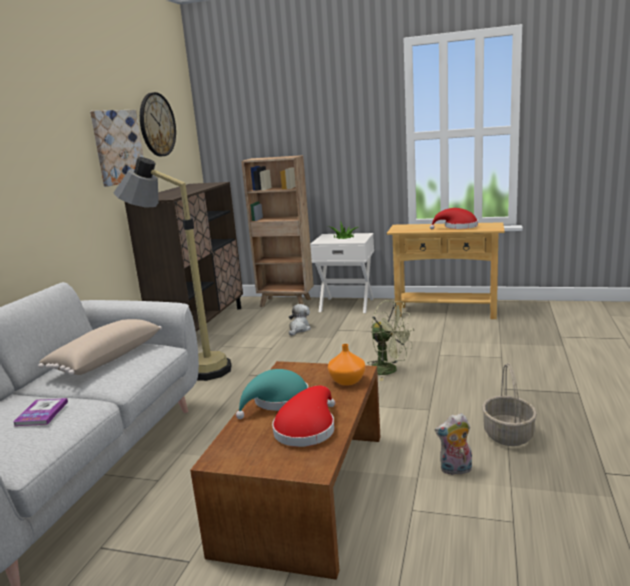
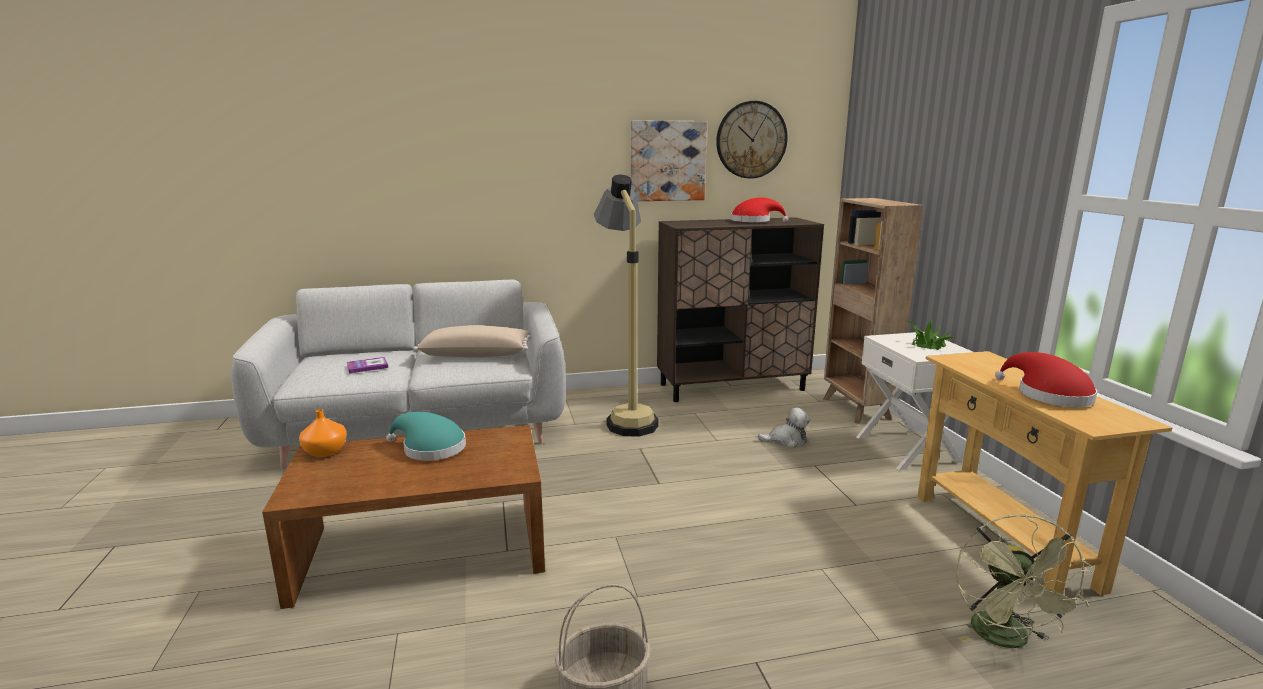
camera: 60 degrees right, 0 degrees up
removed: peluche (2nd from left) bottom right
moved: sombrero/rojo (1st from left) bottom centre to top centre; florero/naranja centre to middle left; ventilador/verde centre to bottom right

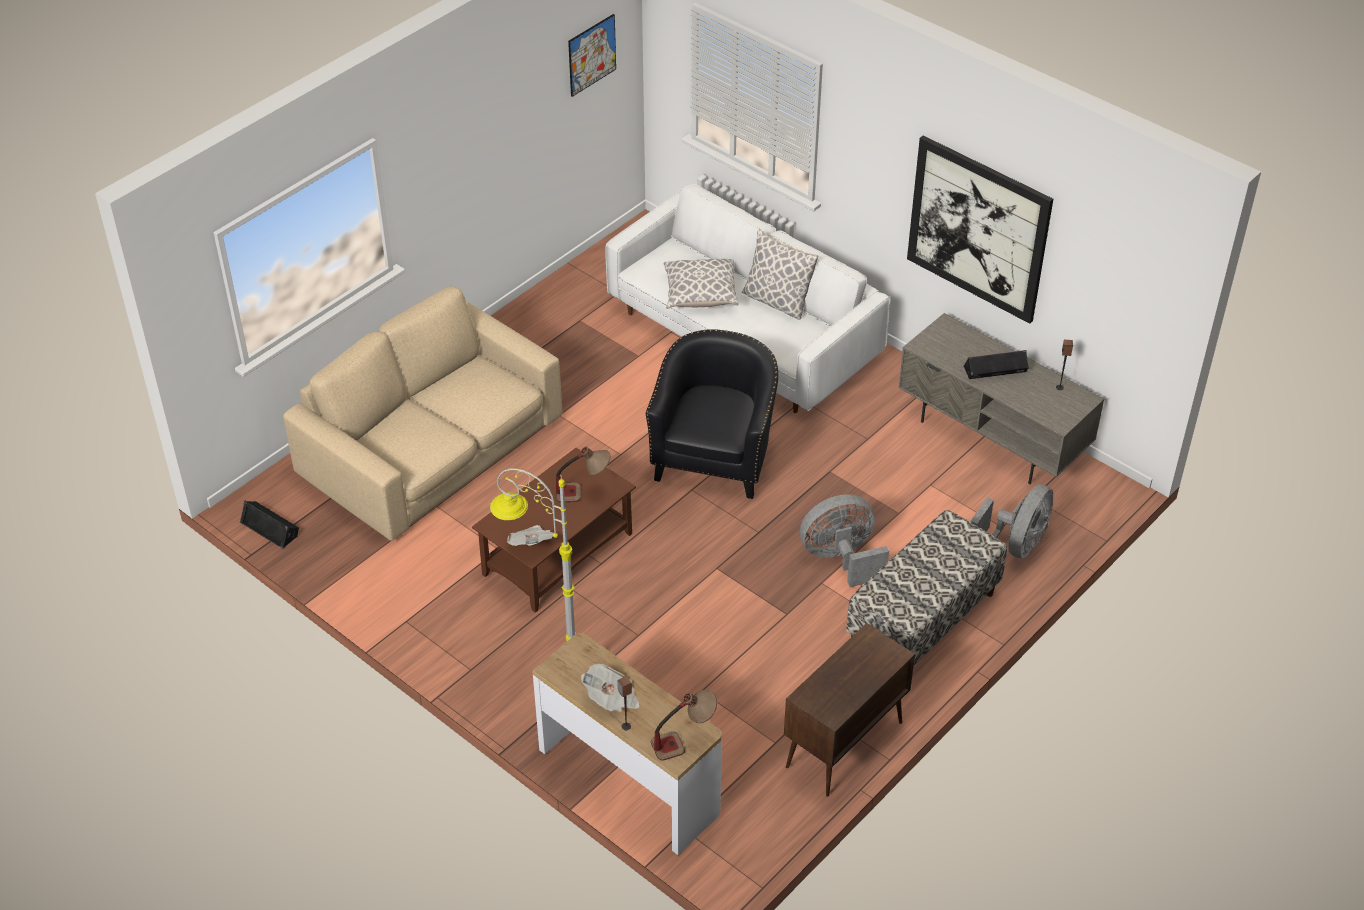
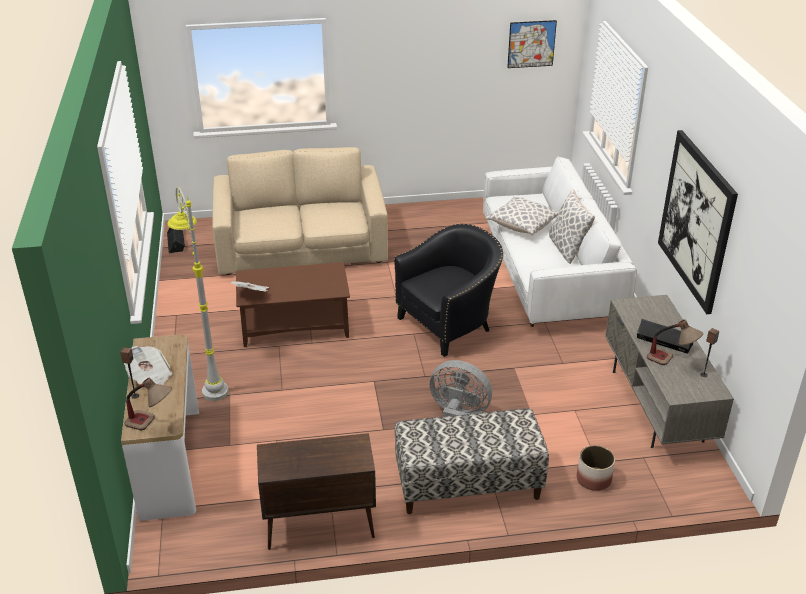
camera: 40 degrees right, 10 degrees down
moved: lámpara de mesa (1st from left in the first image) centre to lámpara de mesa (2nd from left) middle right
replaced: ventilador/gris (2nd from left) middle right to maceta bottom right

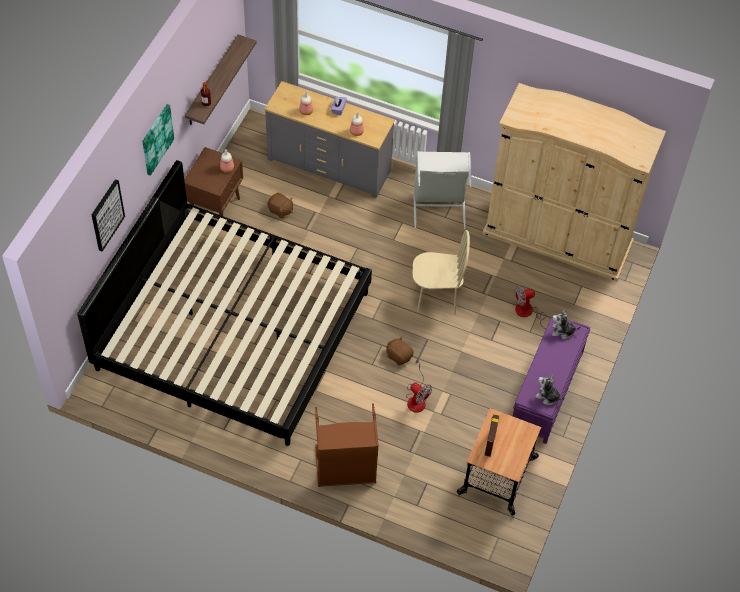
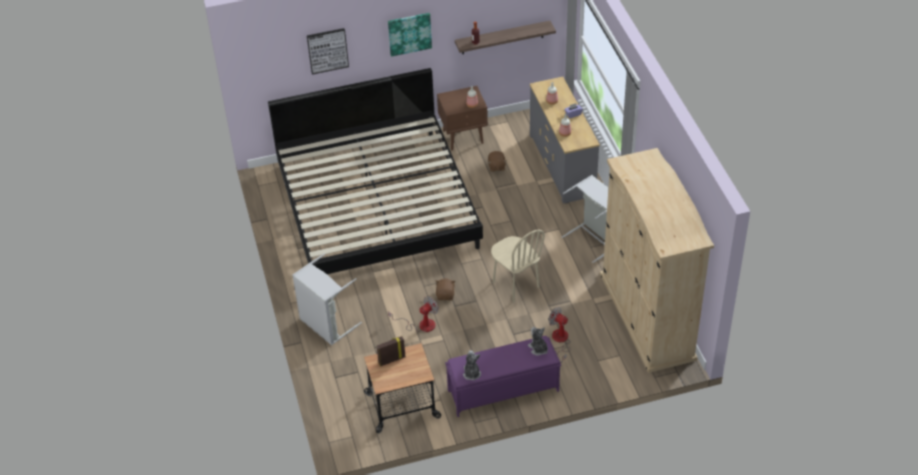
camera: 55 degrees right, 10 degrees down
recoloured: cesto de la ropa/marrón bottom centre to cesto de la ropa/gris (1st from left) centre
turned: ventilador (1st from left) centre = centre 135 degrees counterclockwise

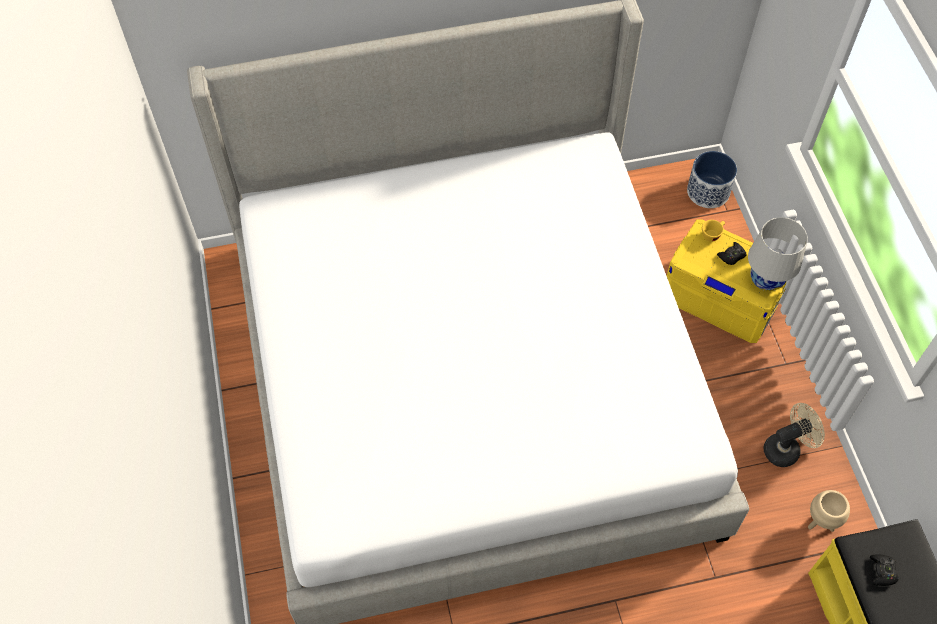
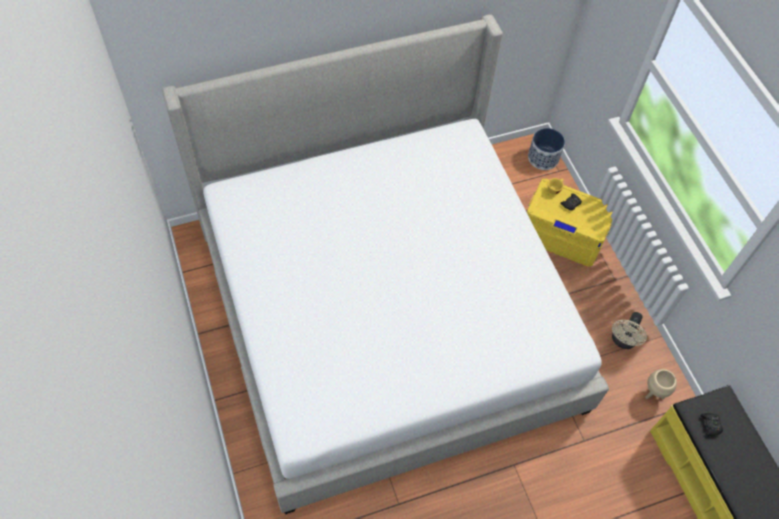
camera: 10 degrees left, 0 degrees up
removed: lámpara de mesa/blanco middle right
turned: ventilador/beis bottom right = middle right 150 degrees clockwise

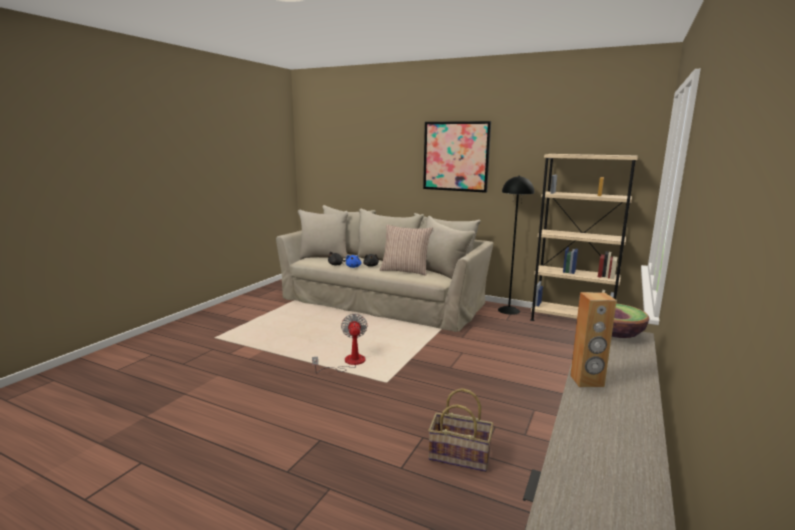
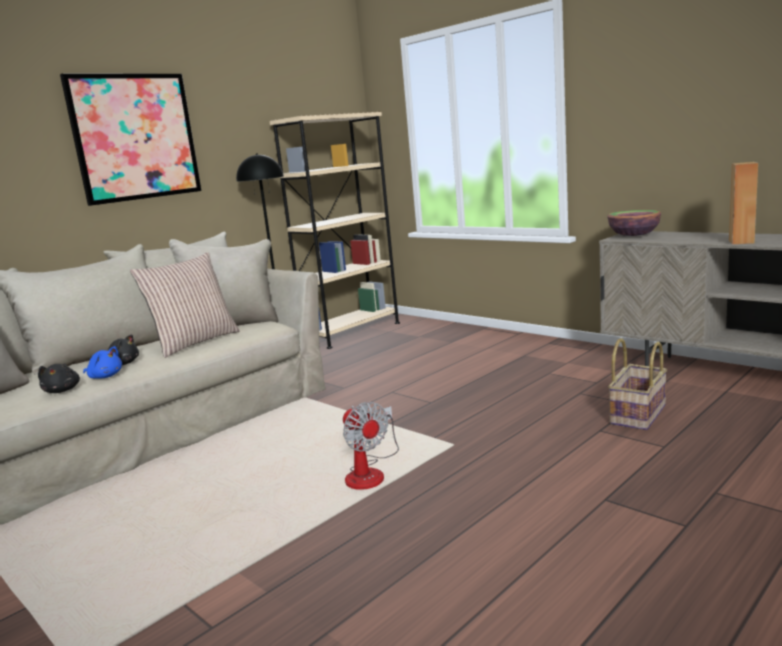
camera: 70 degrees left, 0 degrees up
turned: ventilador centre = bottom centre 135 degrees counterclockwise

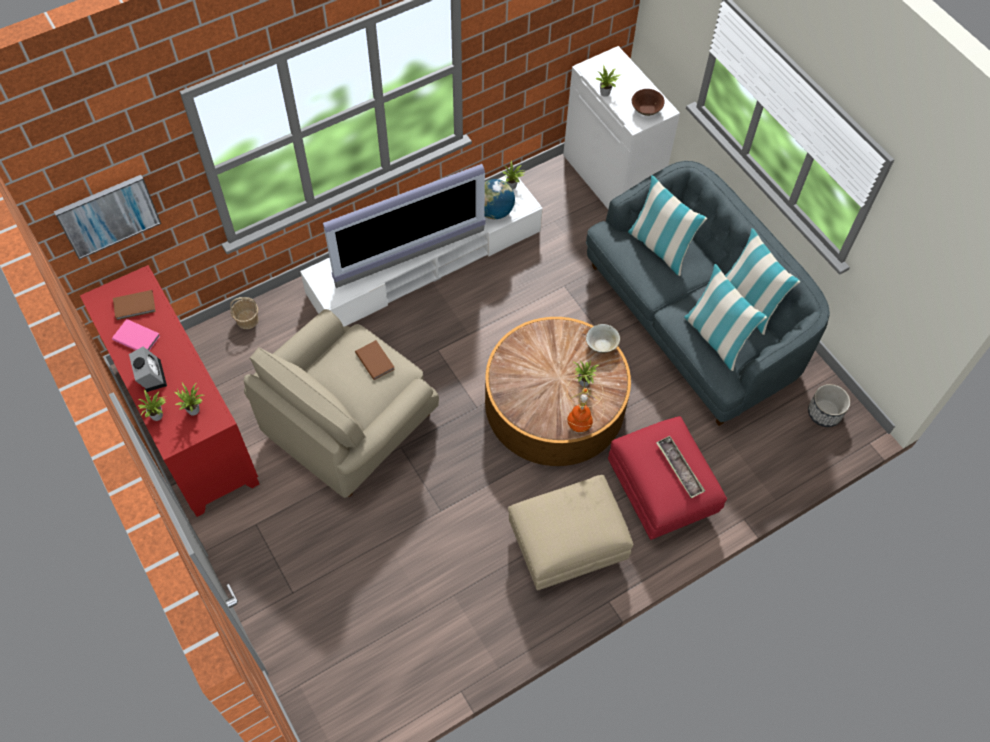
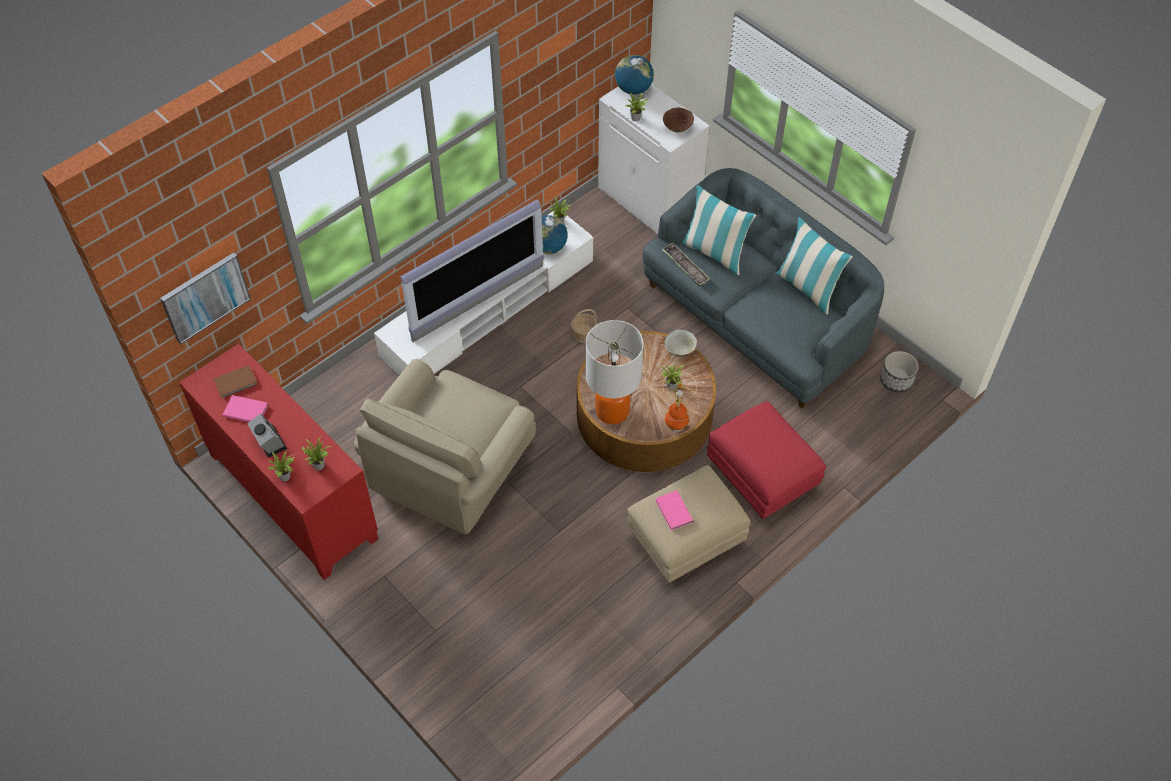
camera: 10 degrees left, 5 degrees down
removed: libro/marrón (2nd from left) centre; cojín (2nd from left) middle right
added: lámpara de mesa (1st from left) centre; globo terráqueo (2nd from left) top centre; libro/rosa (2nd from left) centre
moved: cesta middle left to centre; bandeja middle right to centre

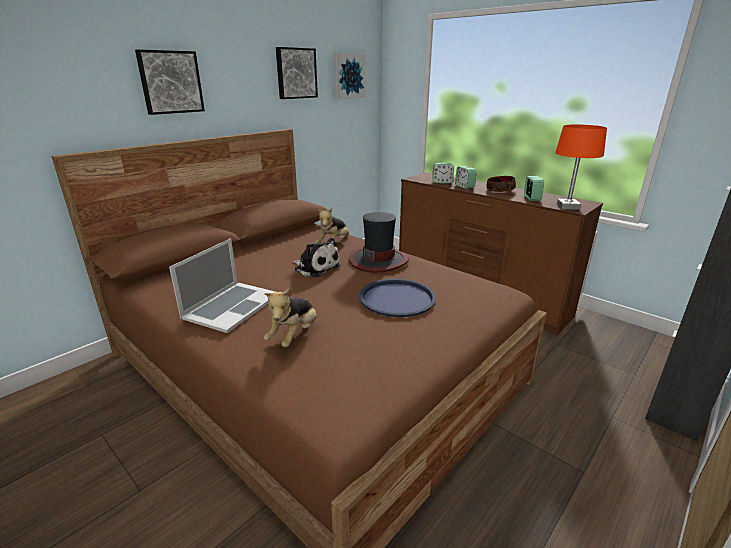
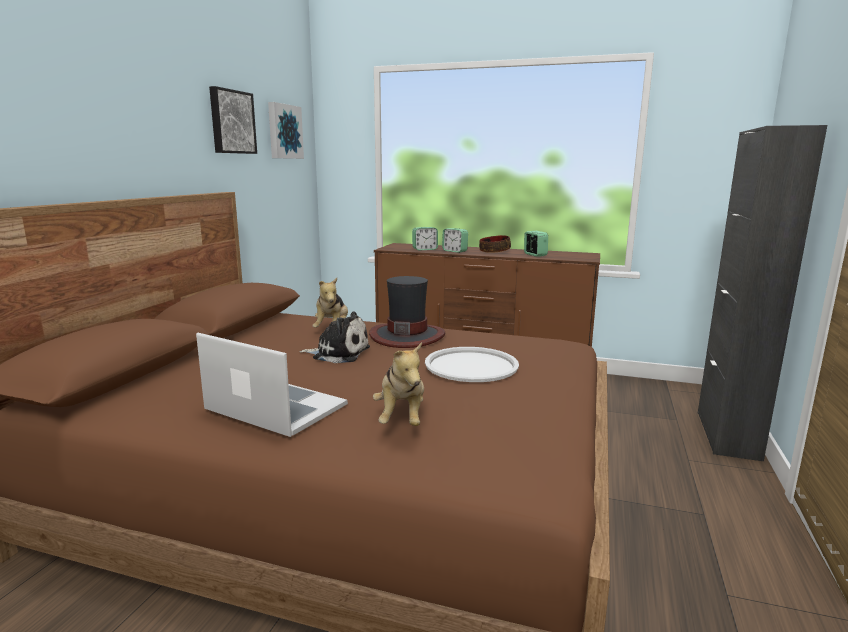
camera: 25 degrees left, 10 degrees down
removed: cuadro (1st from left) top left; lámpara de mesa/naranja top right
recoloured: bandeja/azul centre to bandeja/blanco centre
turned: portátil middle left = middle left 60 degrees counterclockwise

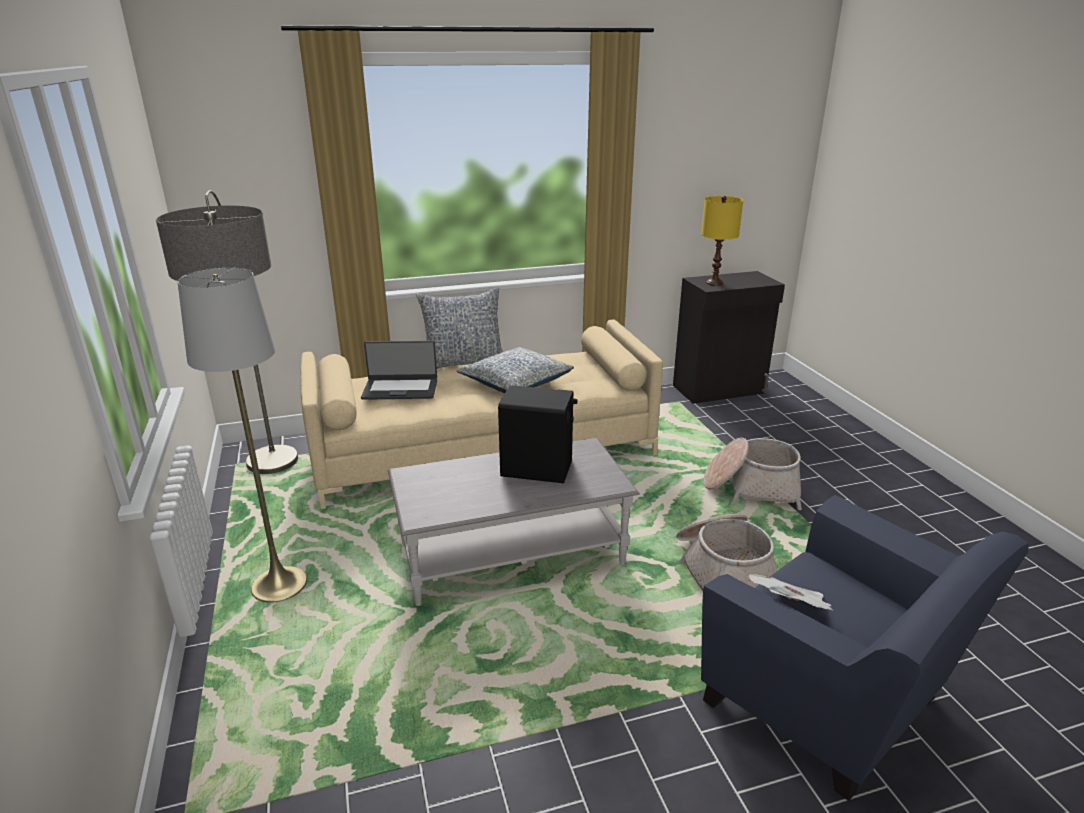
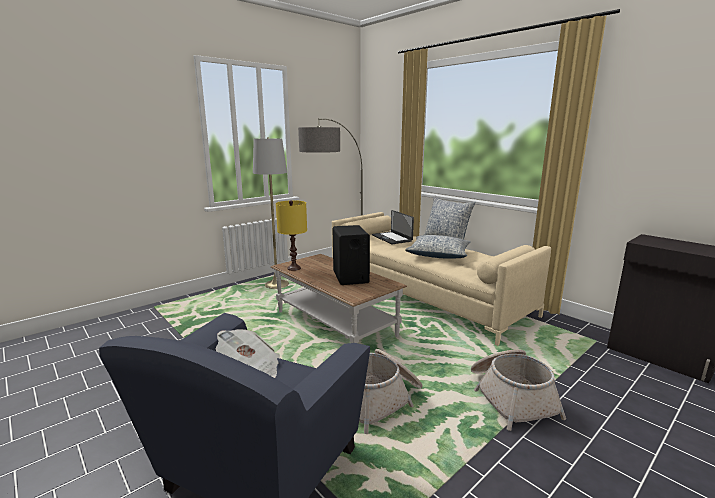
camera: 65 degrees right, 10 degrees down
moved: lámpara de mesa/amarillo top centre to centre
recoloured: mesa de centro/gris centre to mesa de centro/marrón centre

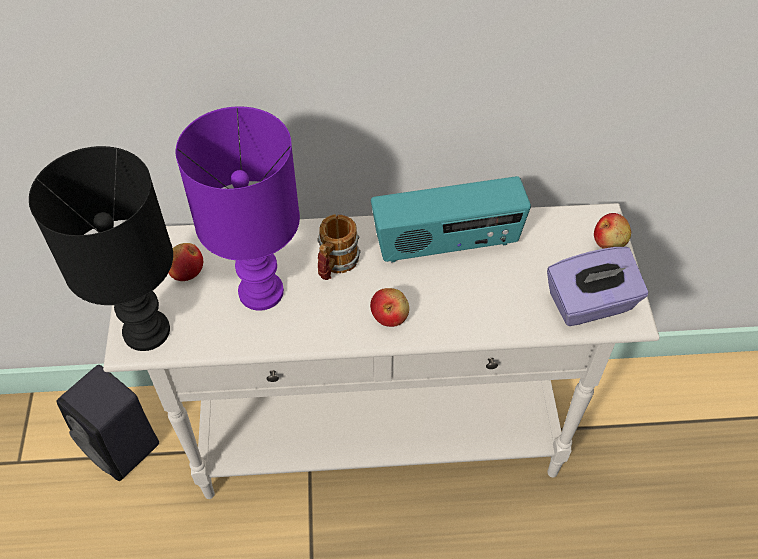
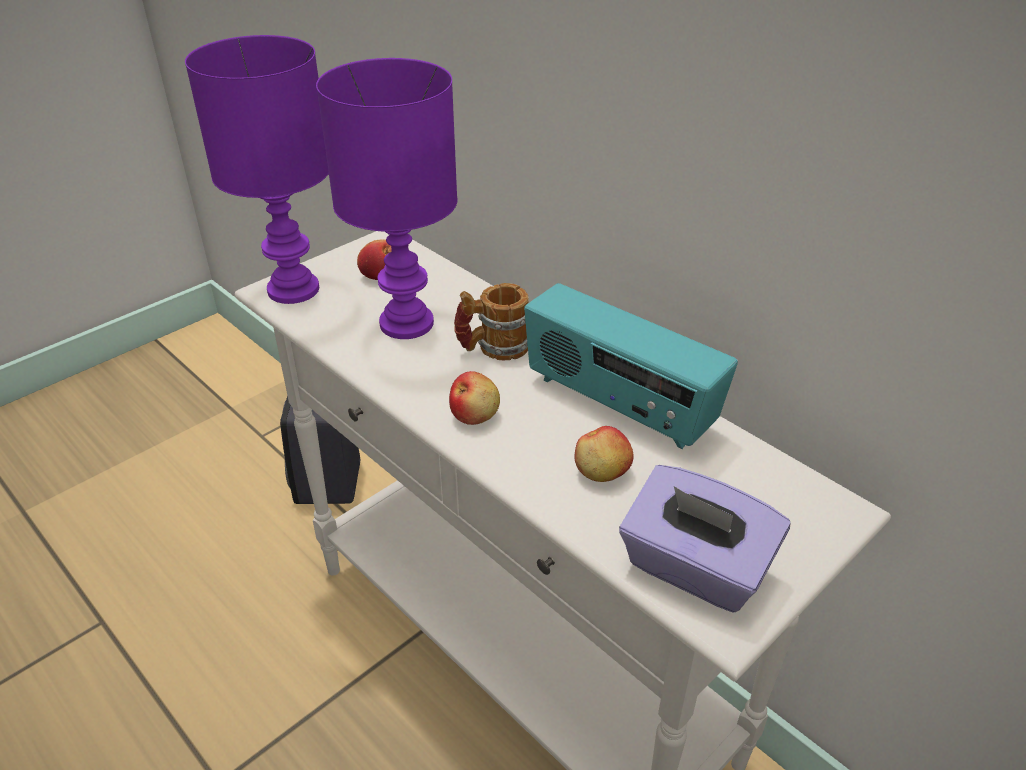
camera: 50 degrees right, 15 degrees down
moved: manzana (3rd from left) middle right to centre
recoloured: lámpara de mesa/negro middle left to lámpara de mesa/morado (1st from left) top left

